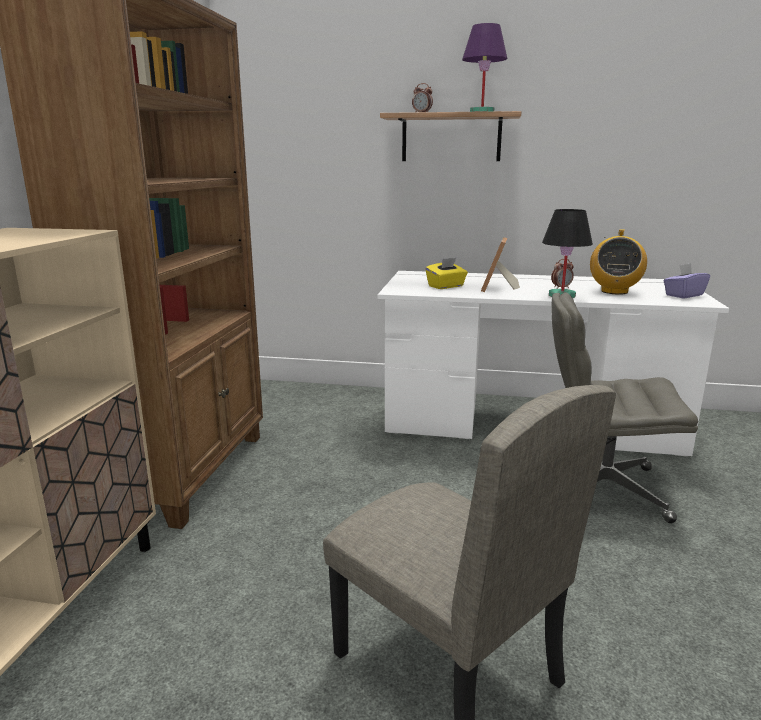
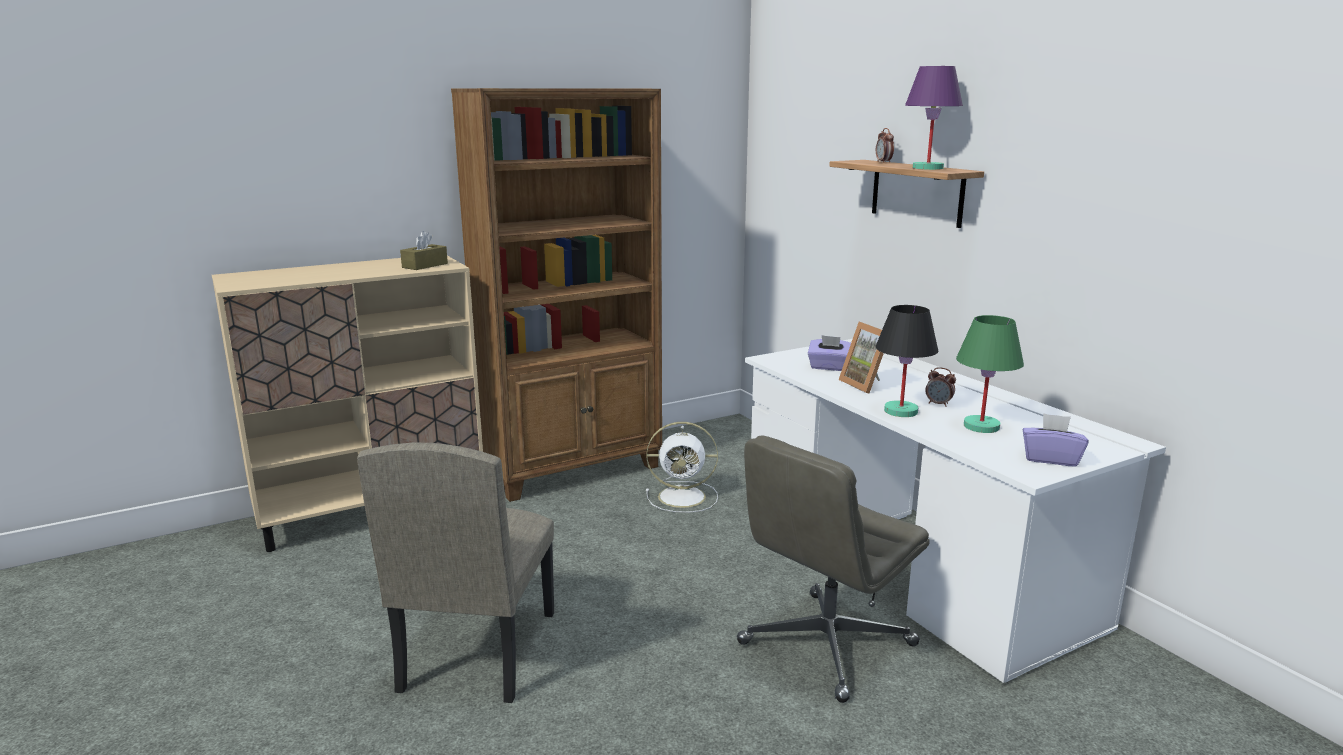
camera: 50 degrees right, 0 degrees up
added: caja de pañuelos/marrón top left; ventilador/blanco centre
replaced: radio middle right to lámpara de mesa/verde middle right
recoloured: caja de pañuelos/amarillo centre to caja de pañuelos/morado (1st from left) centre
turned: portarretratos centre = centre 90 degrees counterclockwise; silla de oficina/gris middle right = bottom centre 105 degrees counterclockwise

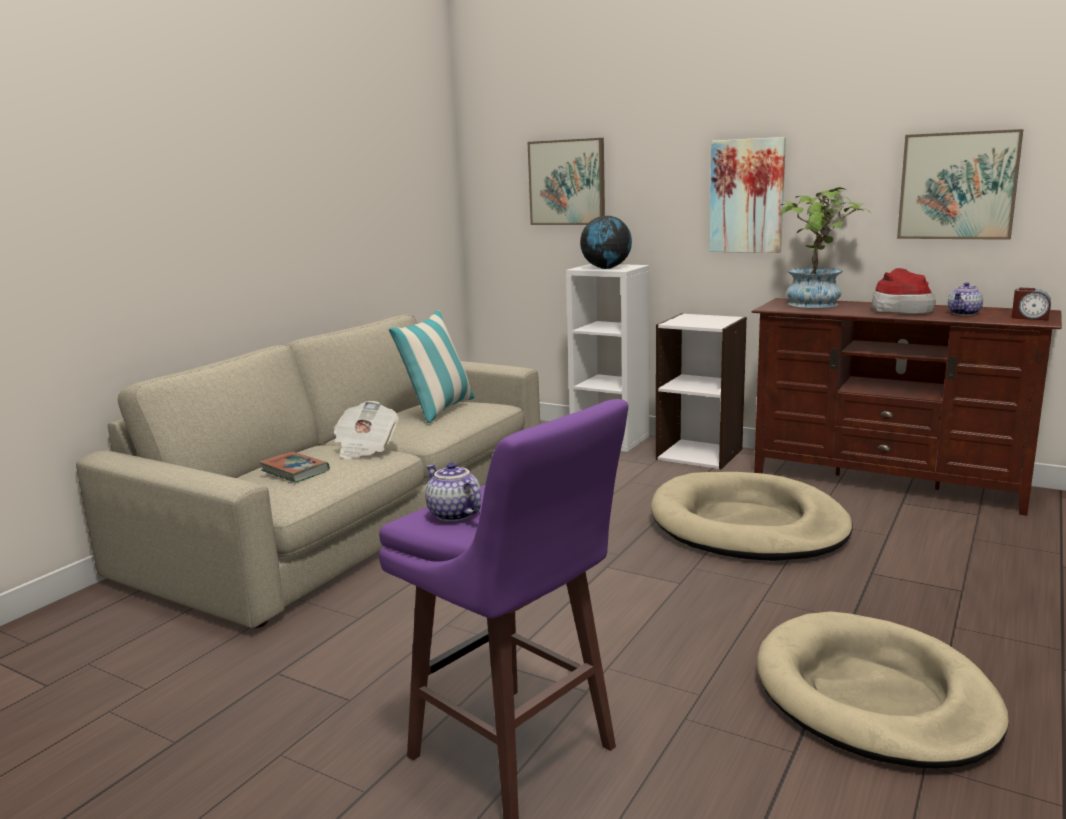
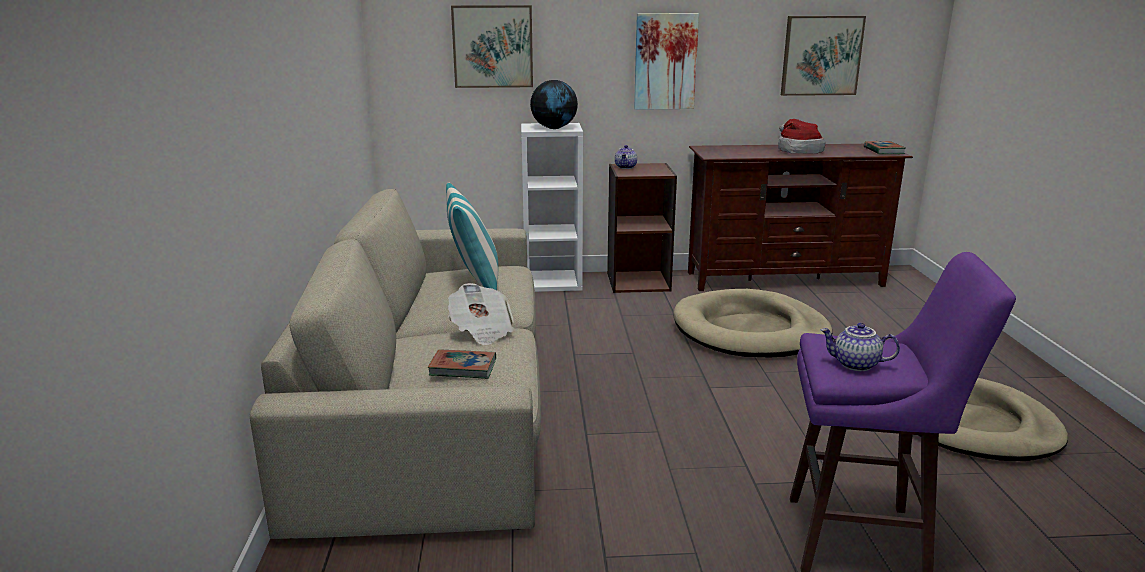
camera: 35 degrees left, 5 degrees up
removed: planta en maceta top right
moved: tetera (2nd from left in the first image) middle right to tetera (1st from left) top centre
replaced: despertador middle right to libro (2nd from left) top right
recoloured: estantería/blanco (2nd from left) centre to estantería/marrón centre

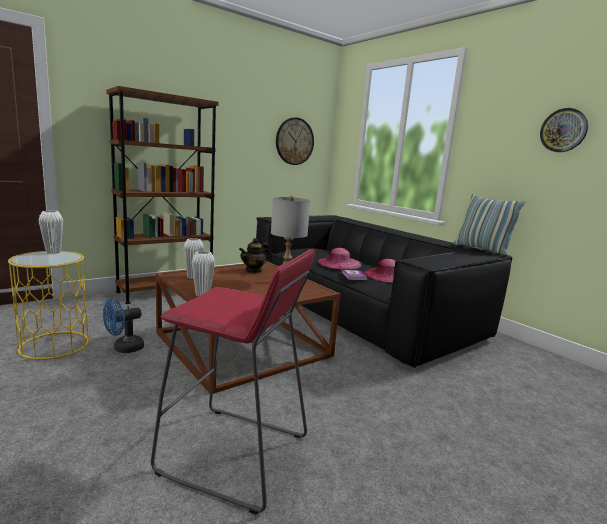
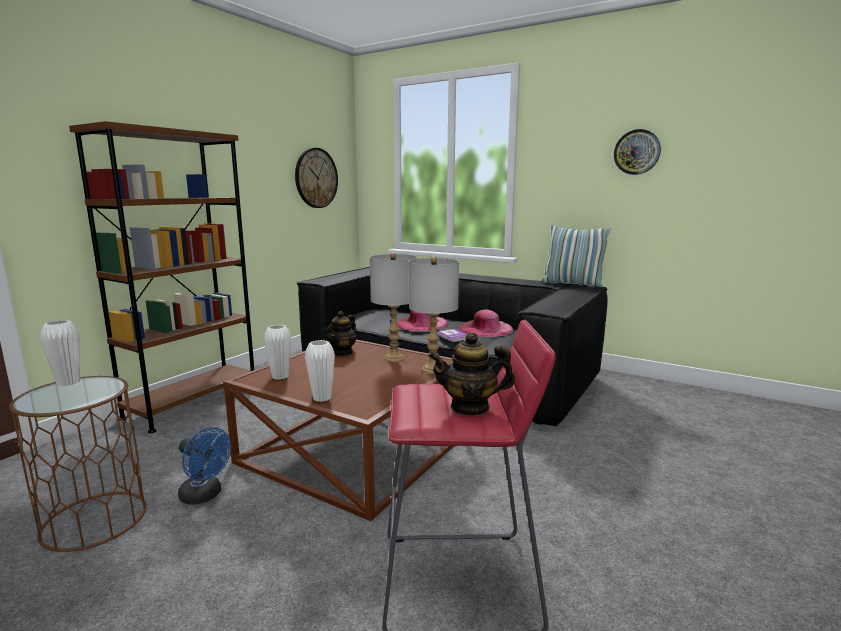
camera: 20 degrees left, 0 degrees up
added: lámpara de mesa/gris (2nd from left) centre; tetera (2nd from left) centre
recoloured: mesa auxiliar/amarillo middle left to mesa auxiliar/marrón bottom left
turned: ventilador/azul middle left = bottom left 90 degrees counterclockwise

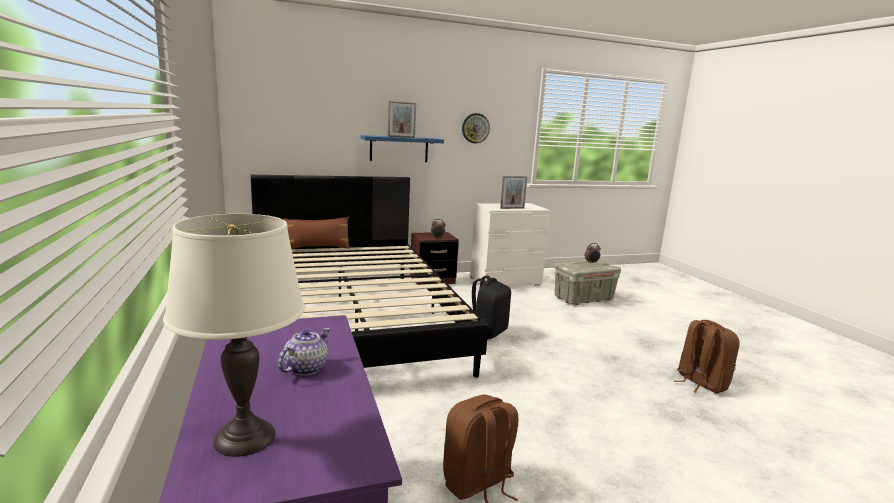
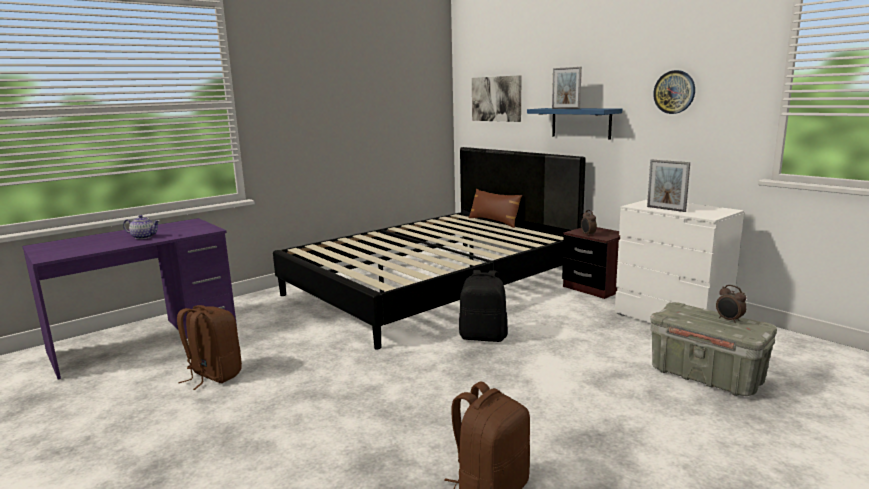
camera: 70 degrees right, 0 degrees up
removed: lámpara de mesa/blanco middle left
added: cuadro top centre

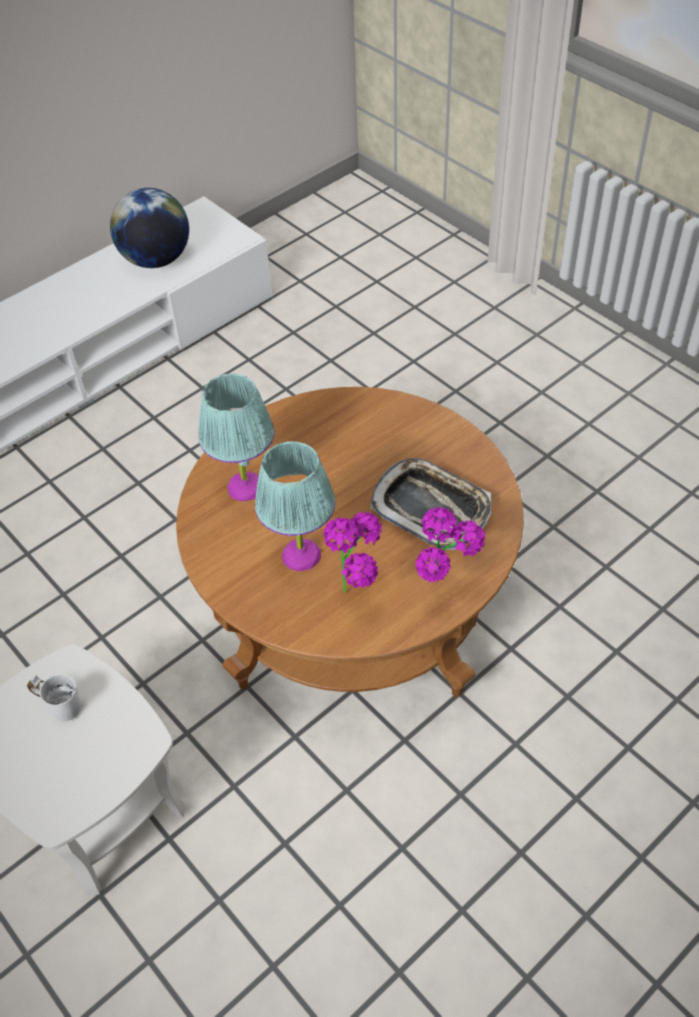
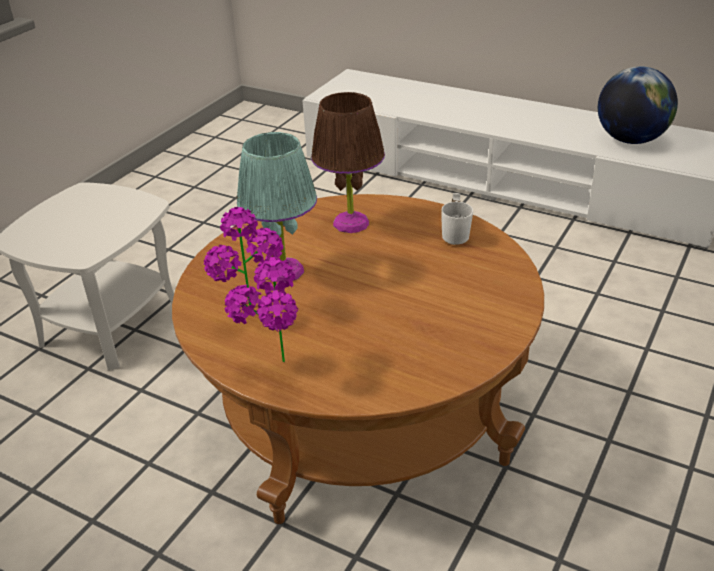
camera: 70 degrees right, 15 degrees down
removed: bandeja centre
moved: taza grande/blanco bottom left to centre
recoloured: lámpara de mesa/turquesa (1st from left) centre to lámpara de mesa/marrón top centre

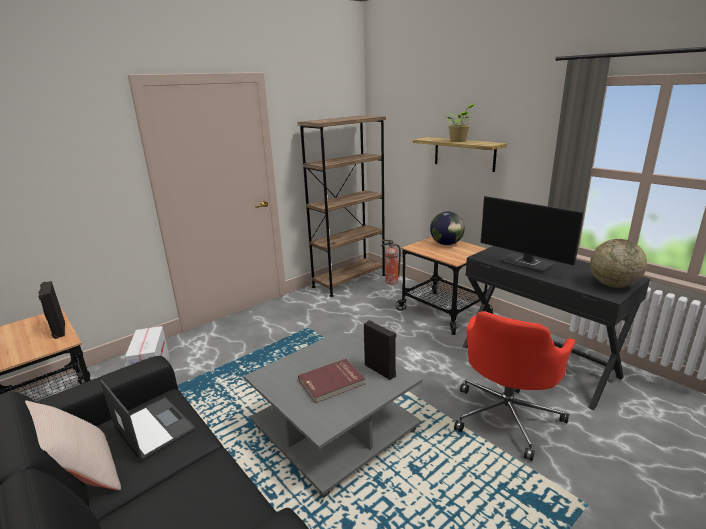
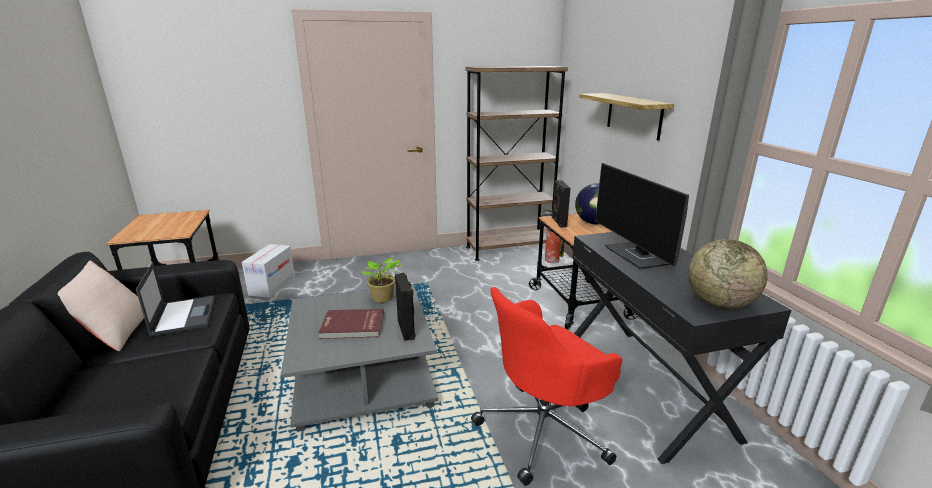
camera: 25 degrees right, 0 degrees up
moved: altavoz/negro (1st from left in the first image) middle left to altavoz/negro (2nd from left) centre; planta en maceta top centre to centre

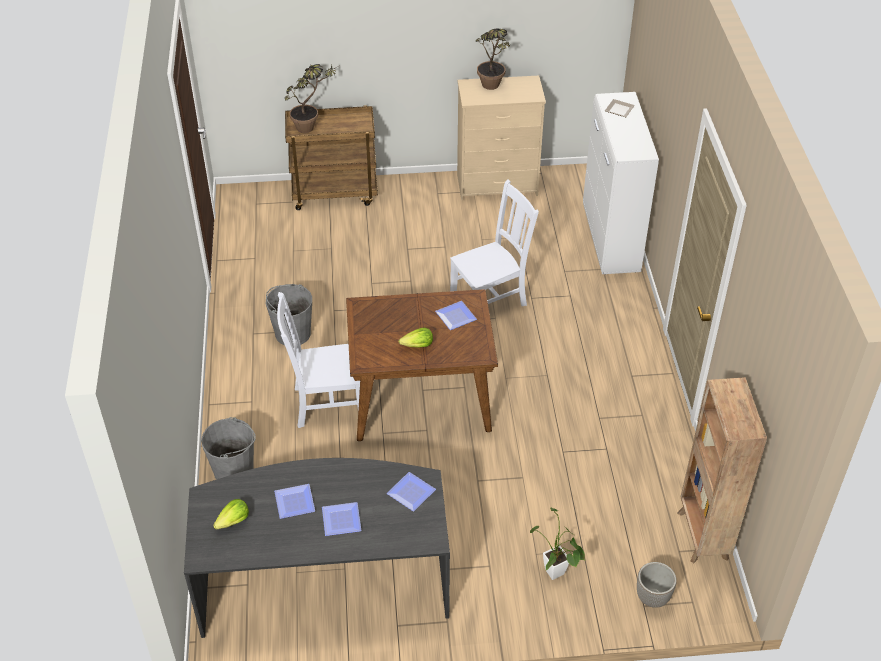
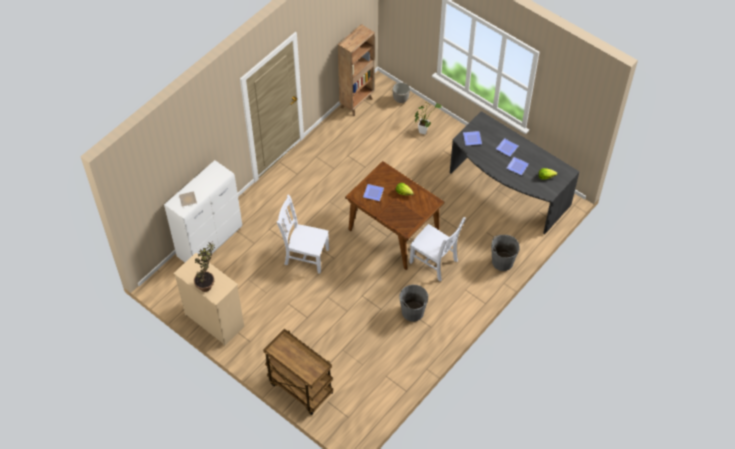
camera: 135 degrees left, 10 degrees up
removed: planta en maceta (1st from left) top centre

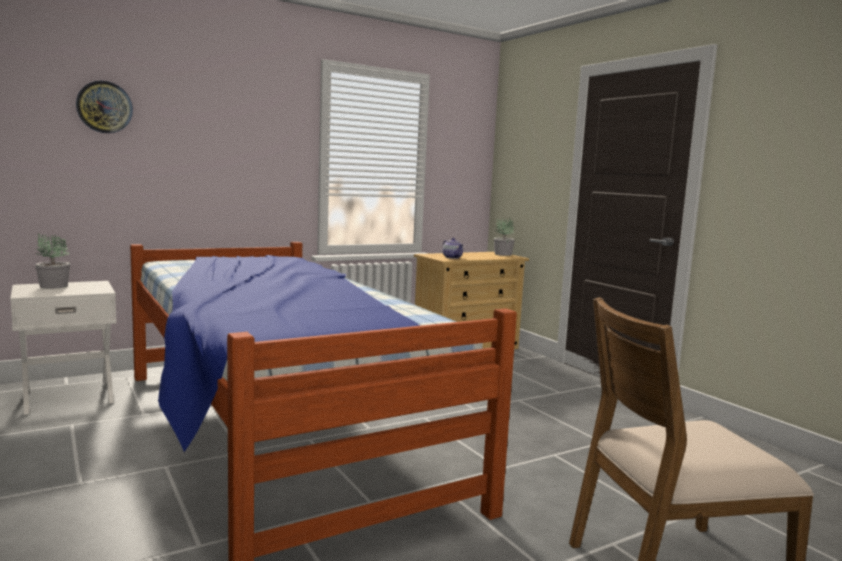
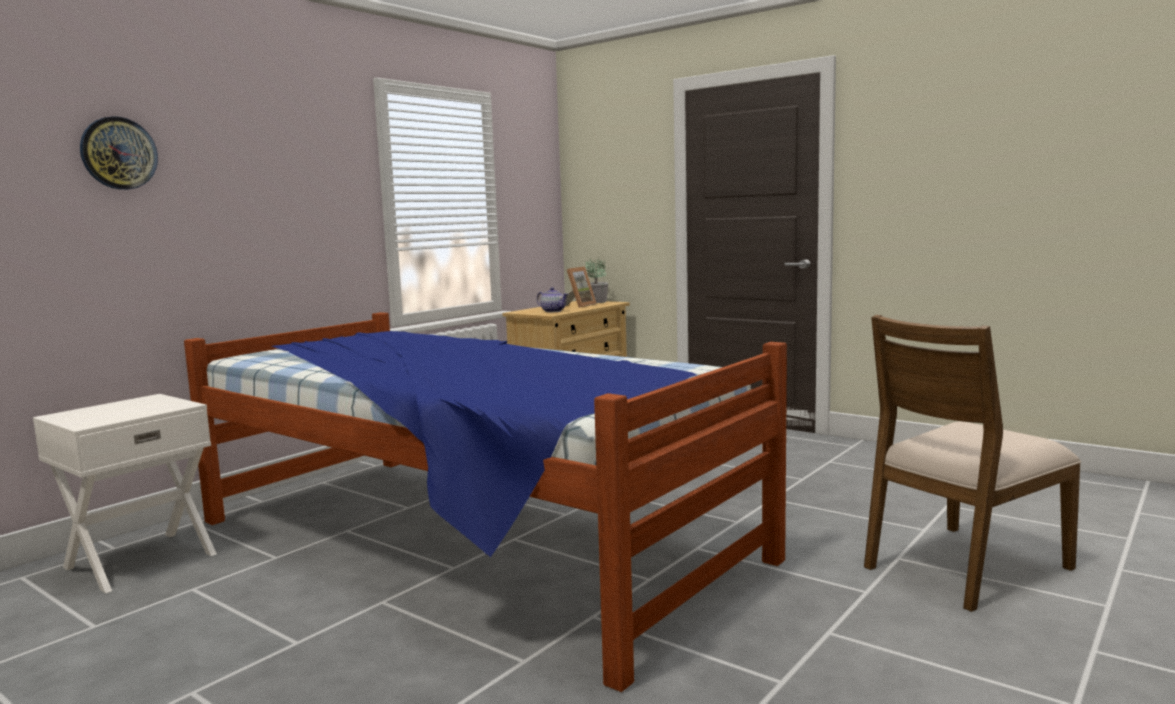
camera: 20 degrees left, 0 degrees up
removed: planta en maceta (1st from left) middle left
added: portarretratos centre

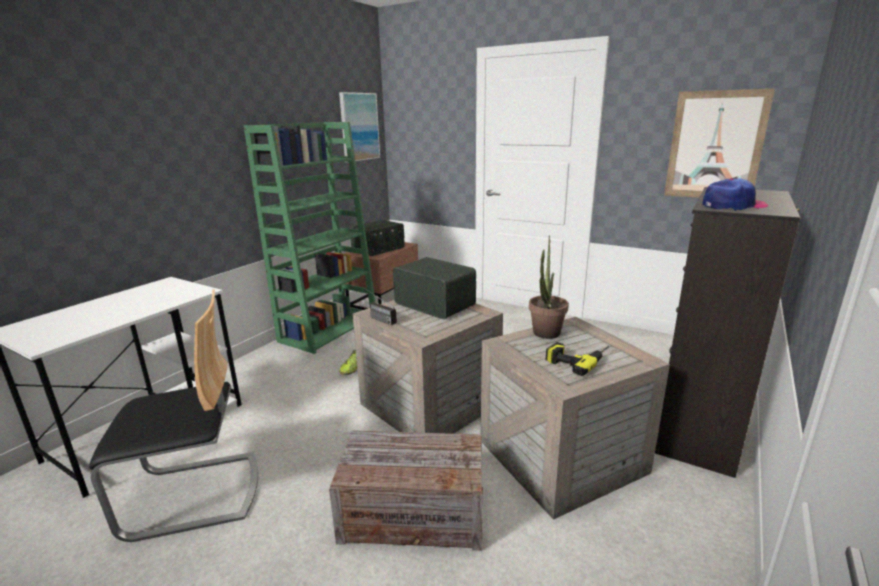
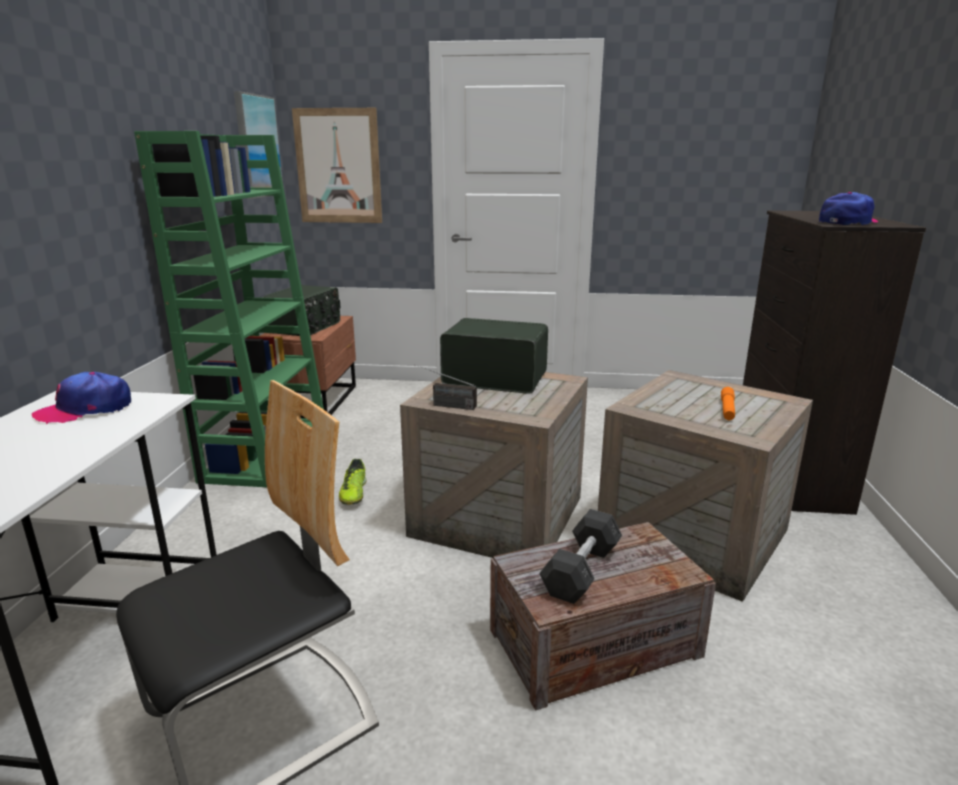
camera: 25 degrees left, 0 degrees up
removed: planta en maceta centre
added: gorra (1st from left) middle left; mancuerna/gris bottom centre
moved: cuadro (2nd from left) top right to top centre
replaced: taladro centre to linterna/naranja middle right

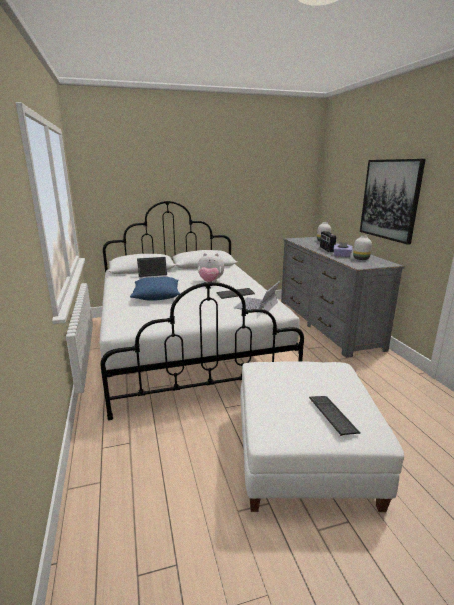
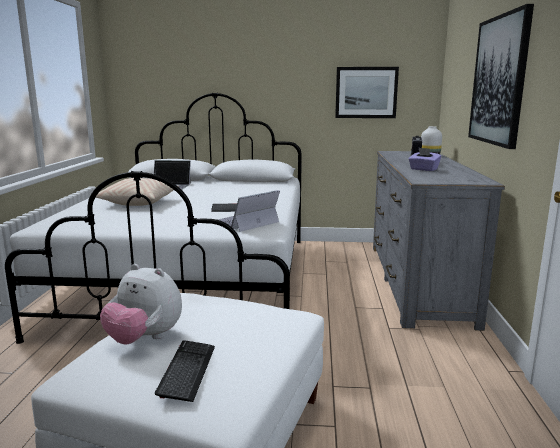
camera: 20 degrees right, 5 degrees down
removed: florero/blanco (2nd from left) middle right
added: cuadro (1st from left) top centre
moved: peluche centre to bottom left
recoloured: cojín/azul centre to cojín/beis middle left

